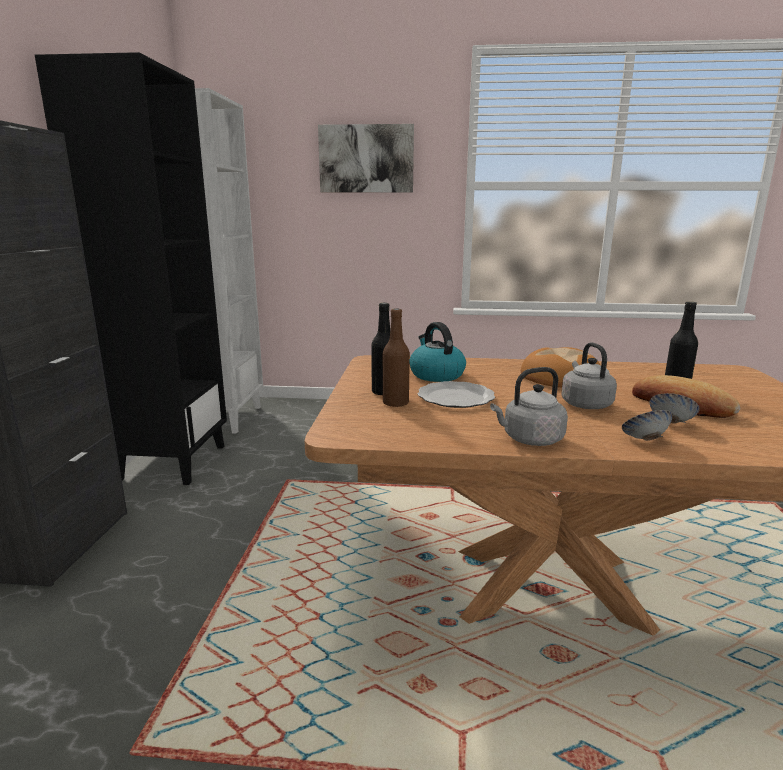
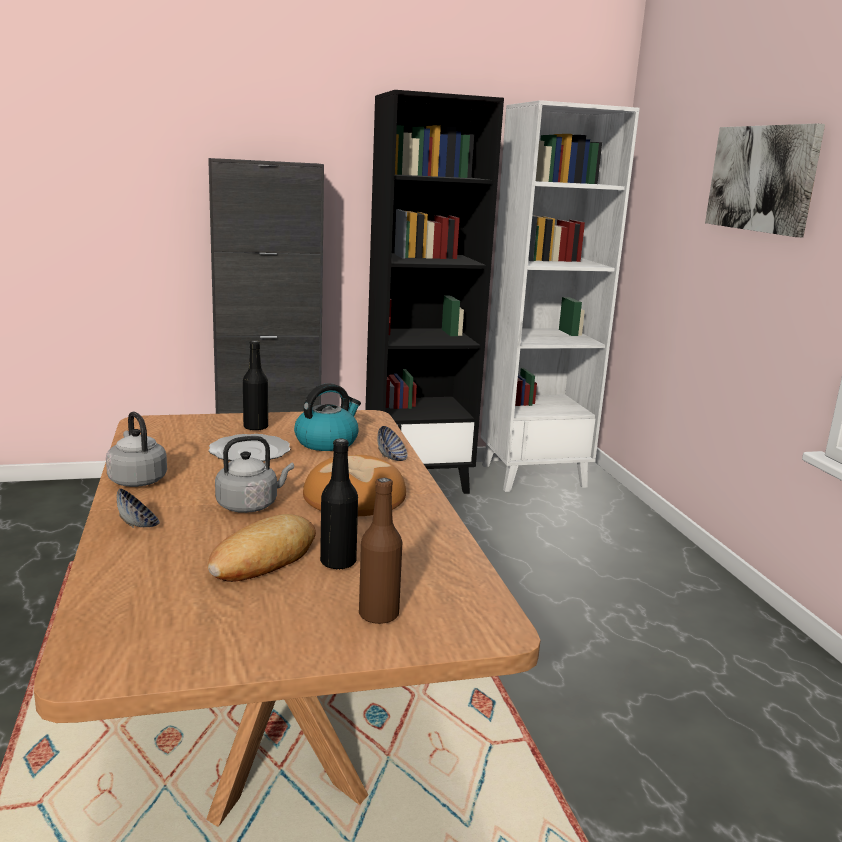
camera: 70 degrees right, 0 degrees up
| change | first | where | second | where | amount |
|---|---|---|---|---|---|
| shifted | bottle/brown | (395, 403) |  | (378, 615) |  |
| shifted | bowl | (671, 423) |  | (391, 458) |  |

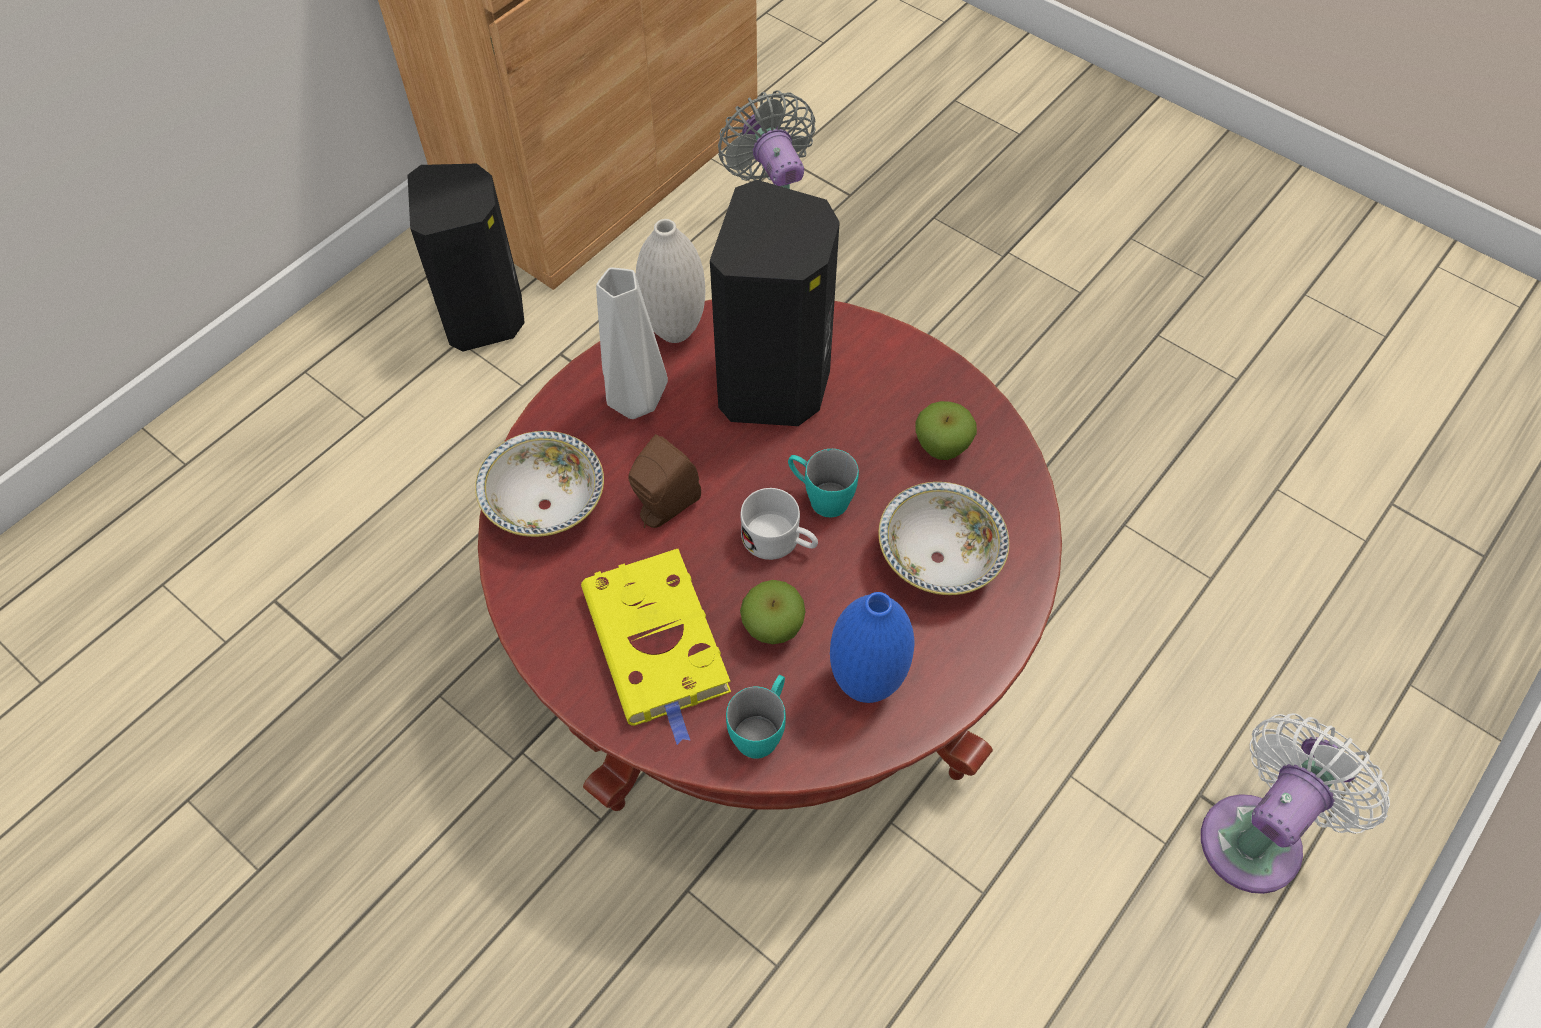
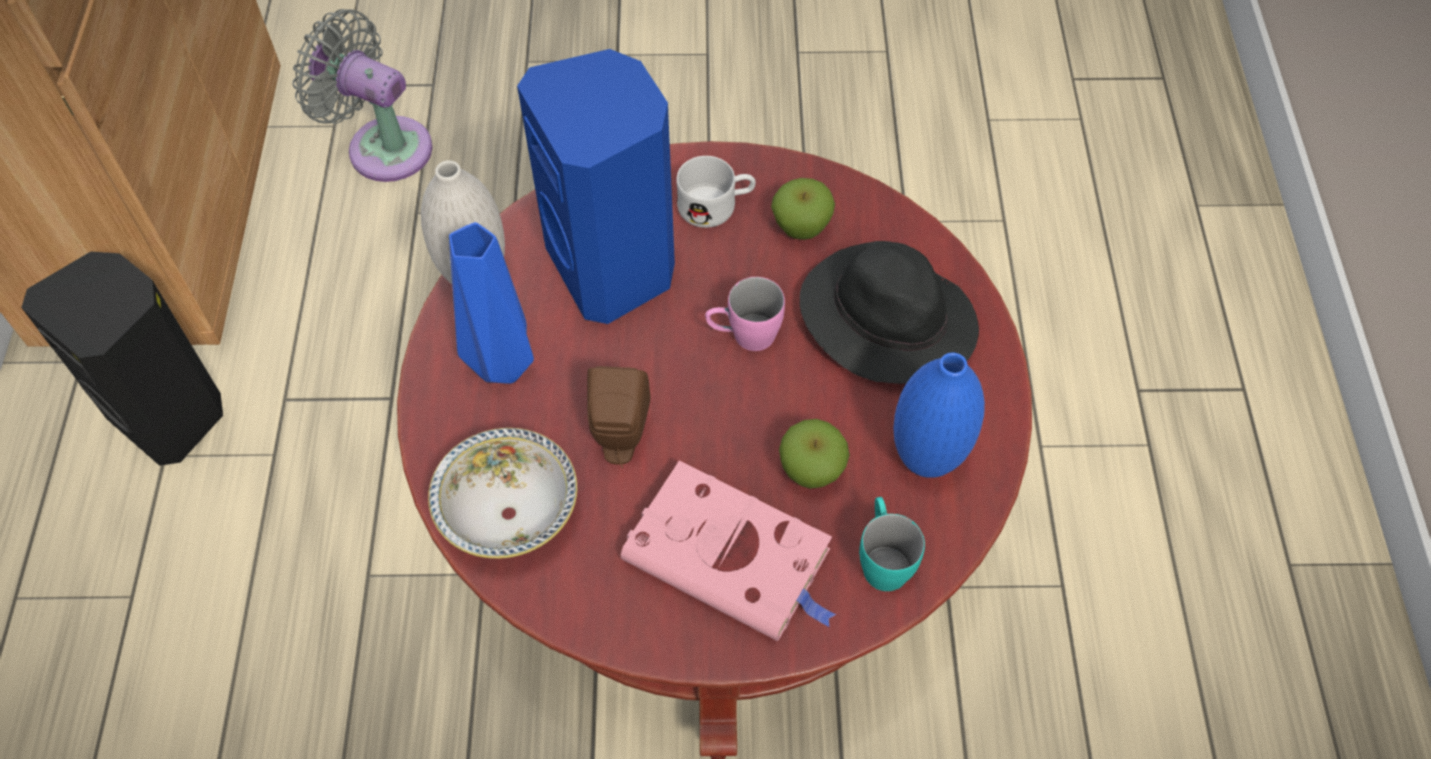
camera: 40 degrees left, 0 degrees up
| change | first | where | second | where | amount |
|---|---|---|---|---|---|
| repainted | vase/grey | (639, 402) | vase/blue | (504, 363) |  |
| repainted | speaker/black | (776, 385) | speaker/blue | (614, 267) |  |
| repainted | book/yellow | (659, 646) | book/pink | (732, 558) |  |
| shifted | mug/white | (780, 541) |  | (716, 205) |  |
| repainted | mug/turquoise | (820, 497) | mug/pink | (744, 336) |  |
| swapped | bowl | (938, 558) | hat/black | (884, 319) |  |
| gone | fan/white | (1257, 835) |  |  |  |

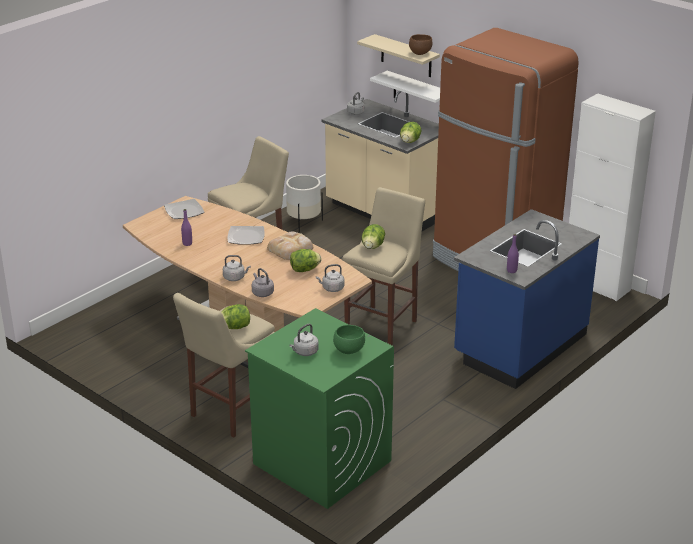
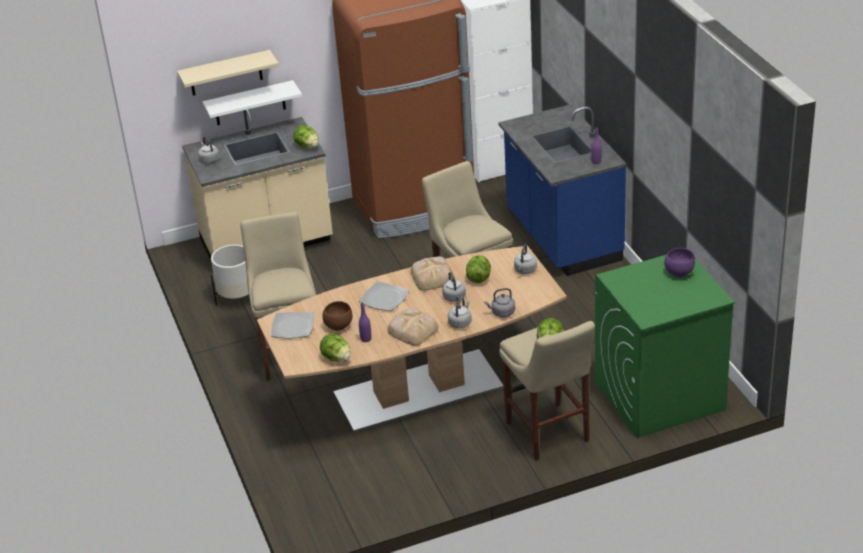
camera: 60 degrees left, 5 degrees up
| change | first | where | second | where | amount |
|---|---|---|---|---|---|
| shifted | lettuce | (372, 247) |  | (336, 358) |  |
| shifted | bowl/brown | (420, 53) |  | (338, 326) |  |
| new |  |  | bread | (412, 329) |  |
| shifted | kettle/grey | (305, 352) |  | (454, 298) |  |
| repainted | bowl/green | (349, 350) | bowl/purple | (678, 273) |  |

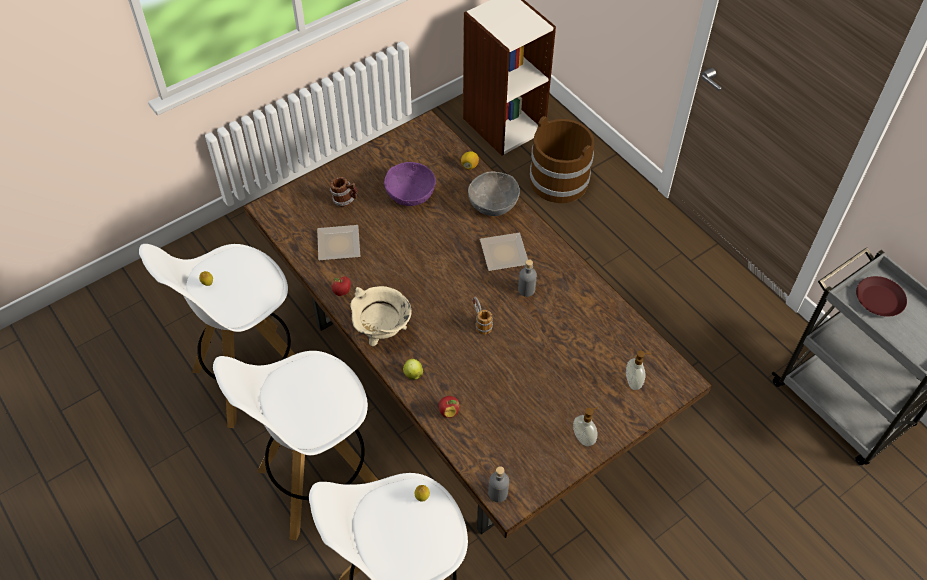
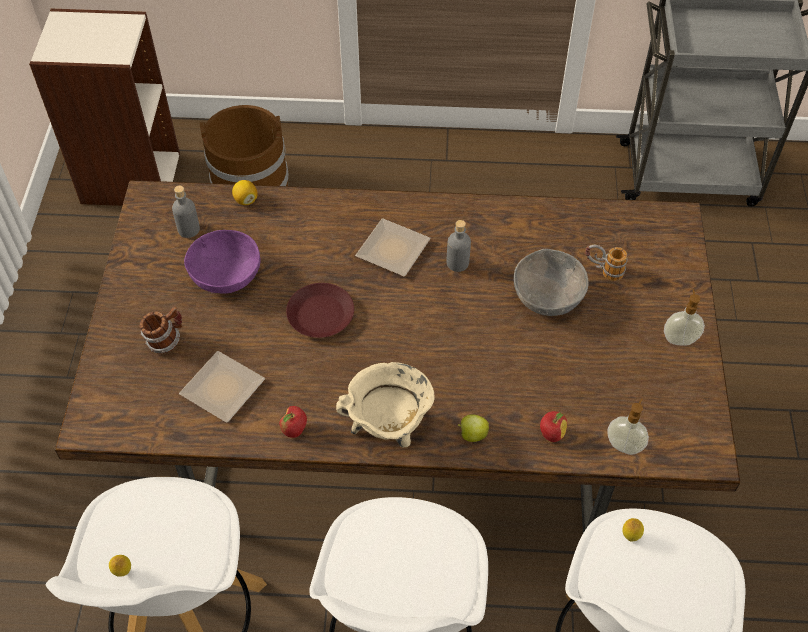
camera: 50 degrees left, 0 degrees up
| change | first | where | second | where | amount |
|---|---|---|---|---|---|
| shifted | bottle/grey | (498, 493) |  | (188, 229) |  |
| shifted | plate/brown | (878, 299) |  | (320, 315) |  |
| shifted | bowl/grey | (493, 204) |  | (547, 296) |  |
| shifted | mug | (480, 322) |  | (602, 271) |  |
| shifted | soap dispenser | (633, 382) |  | (624, 445) |  |

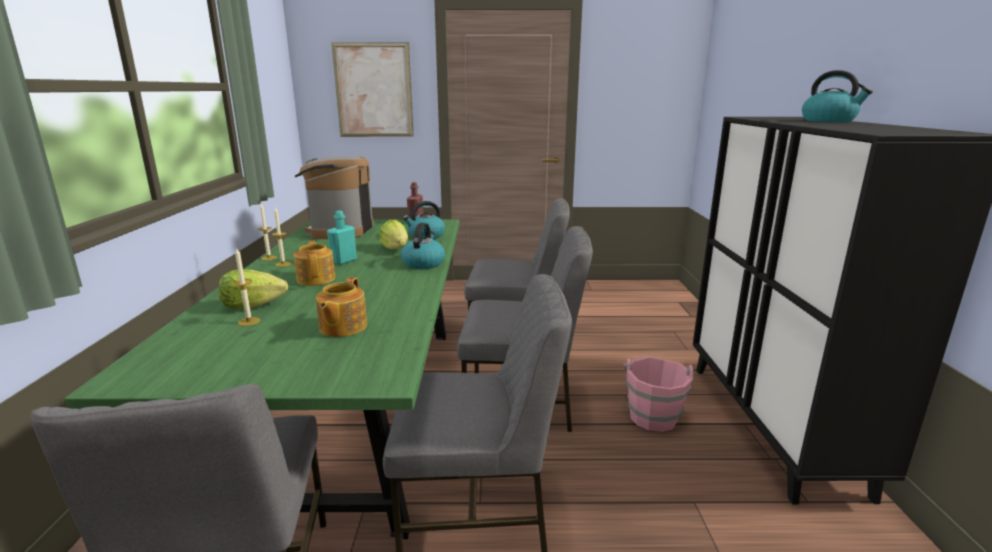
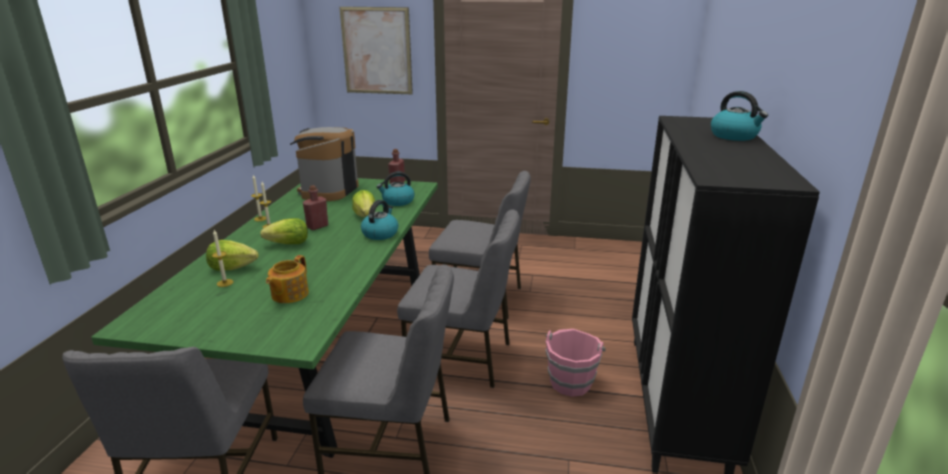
camera: 10 degrees right, 5 degrees up
| change | first | where | second | where | amount |
|---|---|---|---|---|---|
| swapped | teapot | (316, 279) | lettuce | (289, 244) |  |
| repainted | bottle/turquoise | (344, 261) | bottle/red | (317, 226) |  |

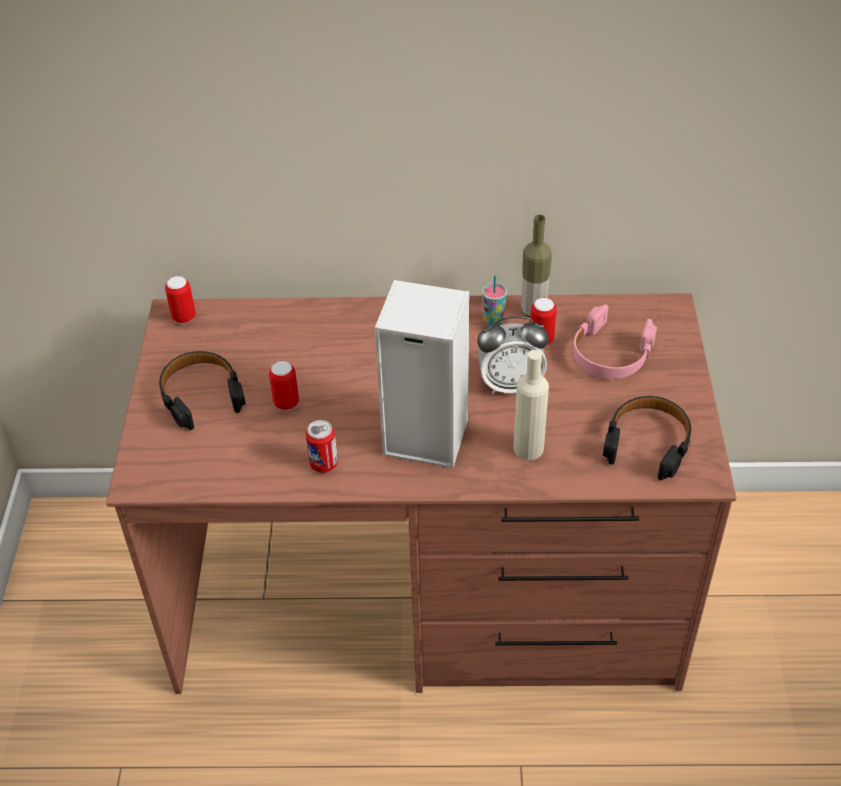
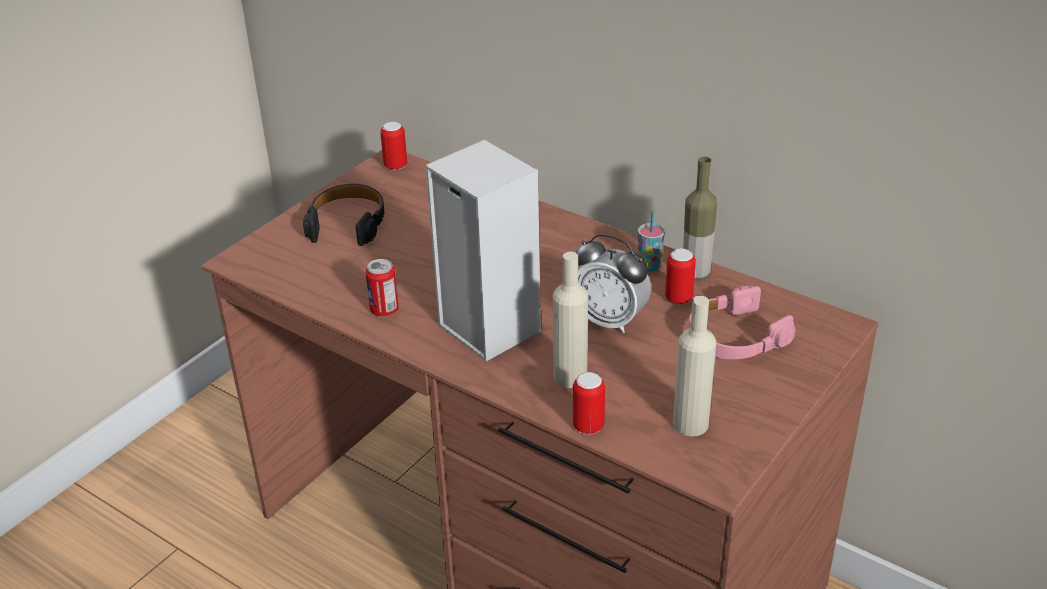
camera: 35 degrees right, 10 degrees down
| change | first | where | second | where | amount |
|---|---|---|---|---|---|
| shifted | can | (286, 403) |  | (588, 426) |  |
| swapped | headphones/black | (647, 443) | bottle/beige | (690, 424) |  |

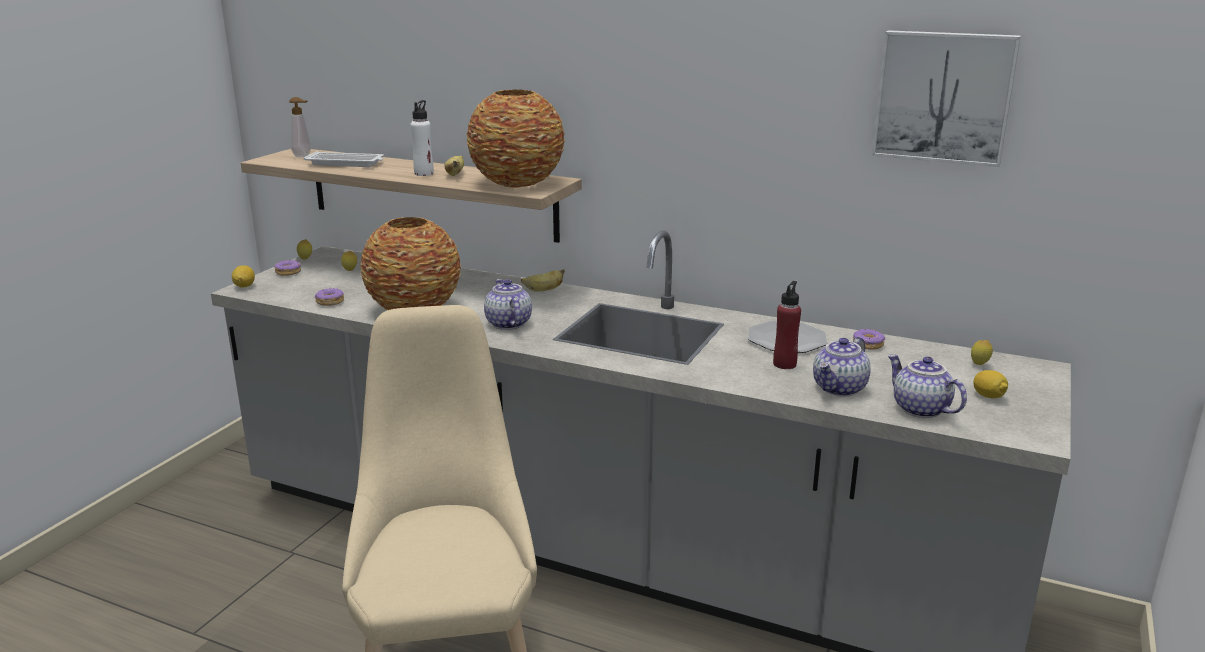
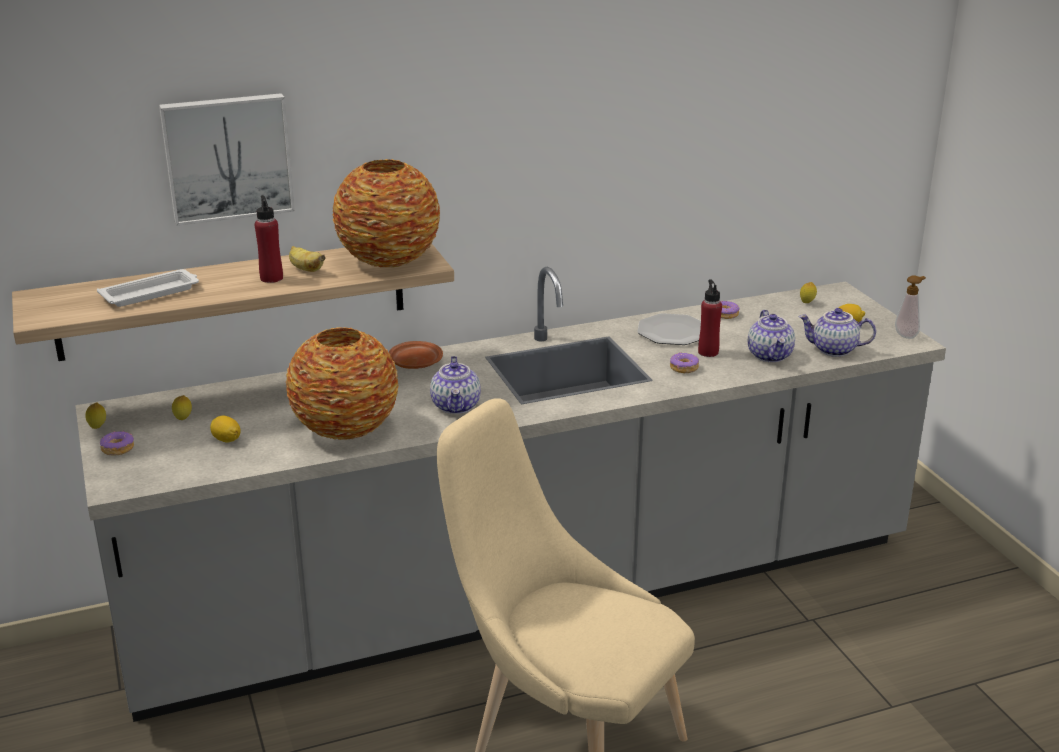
camera: 45 degrees left, 5 degrees up
| change | first | where | second | where | amount |
|---|---|---|---|---|---|
| shifted | picture | (944, 97) |  | (227, 157) |  |
| shifted | lemon | (244, 286) |  | (226, 440) |  |
| repainted | bottle/white | (424, 173) | bottle/red | (271, 278) |  |
| swapped | banana | (543, 290) | plate/brown | (415, 363) |  |
| rotated | teapot | (507, 323) |  | (456, 406) | 120 degrees counterclockwise |
| shifted | donut | (330, 302) |  | (683, 368) |  |
| shifted | soap dispenser | (304, 156) |  | (907, 335) |  |

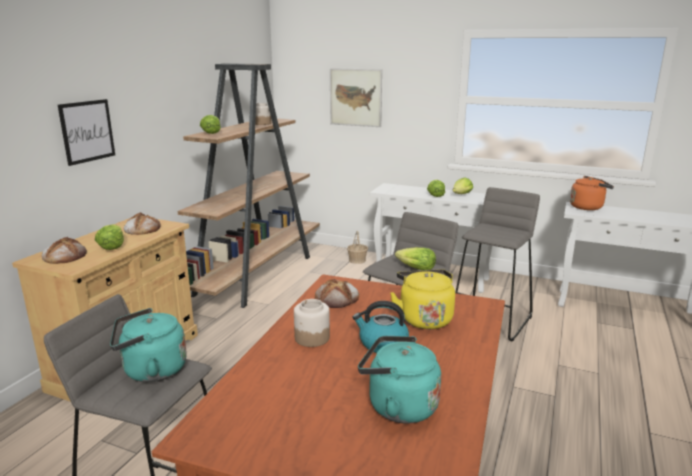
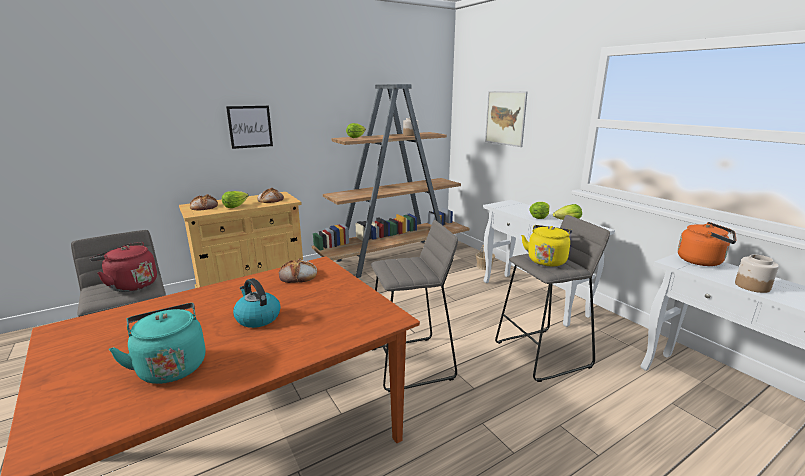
camera: 35 degrees right, 0 degrees up
| change | first | where | second | where | amount |
|---|---|---|---|---|---|
| repainted | kettle/turquoise | (151, 371) | kettle/red | (131, 285) |  |
| shifted | kettle/yellow | (424, 318) |  | (546, 260) |  |
| shifted | jar | (311, 338) |  | (751, 286) |  |
| gone | lettuce | (416, 268) |  |  |  |

